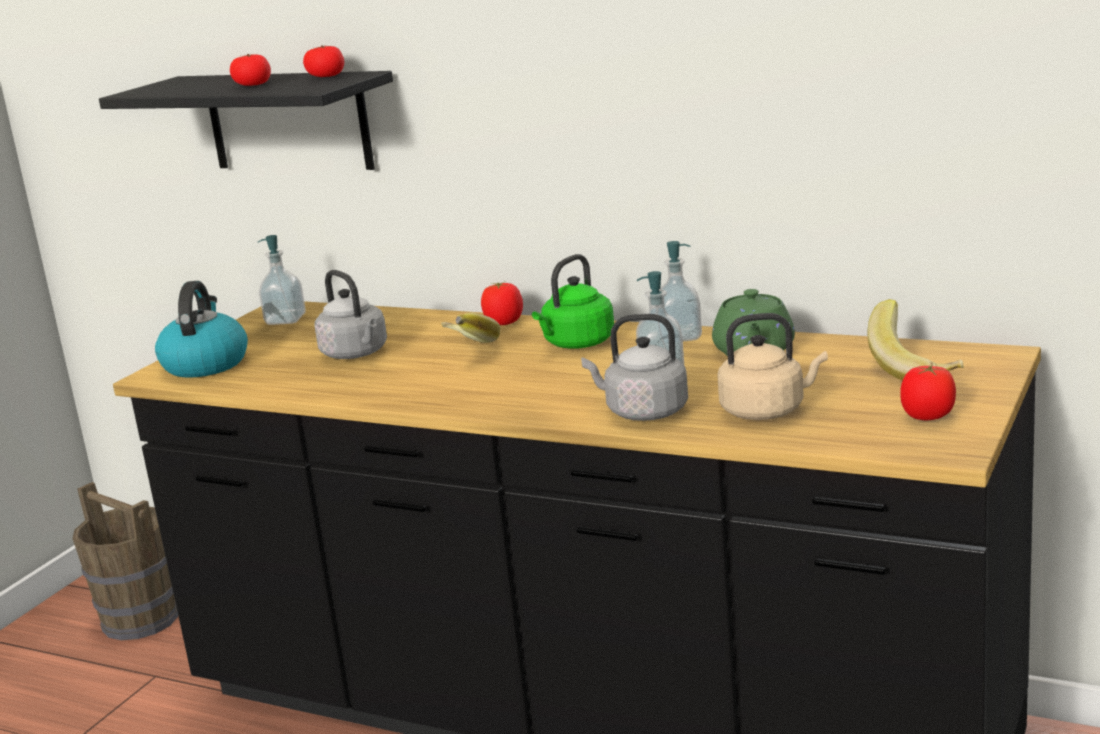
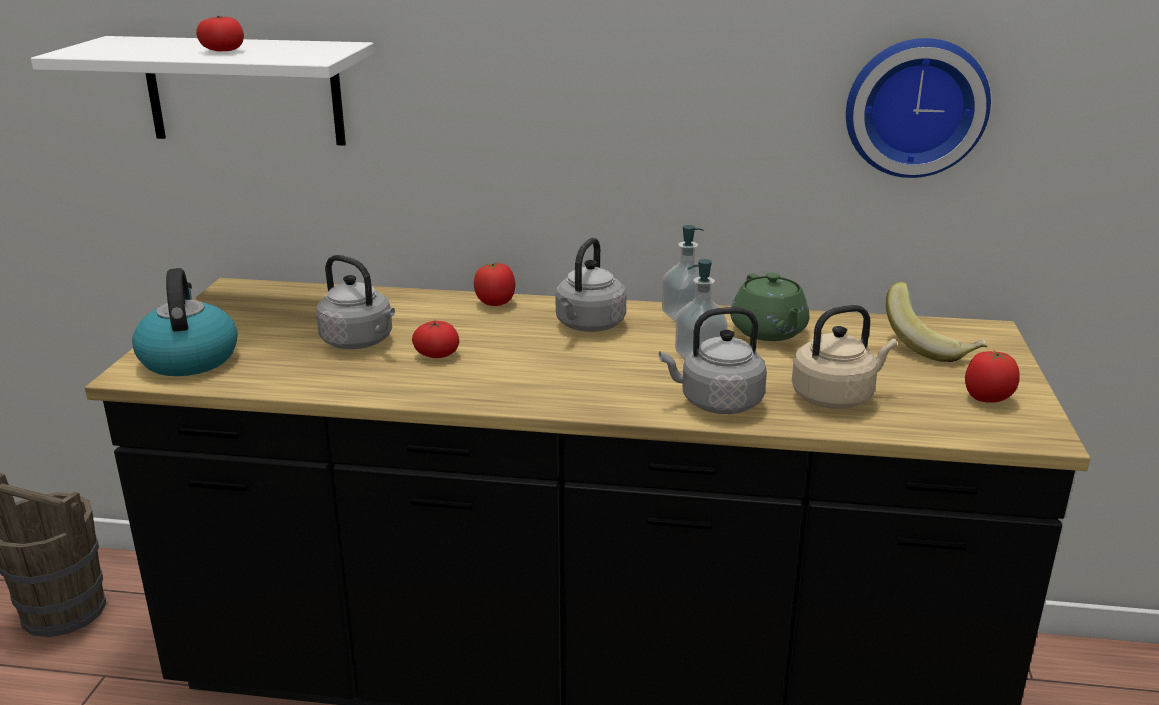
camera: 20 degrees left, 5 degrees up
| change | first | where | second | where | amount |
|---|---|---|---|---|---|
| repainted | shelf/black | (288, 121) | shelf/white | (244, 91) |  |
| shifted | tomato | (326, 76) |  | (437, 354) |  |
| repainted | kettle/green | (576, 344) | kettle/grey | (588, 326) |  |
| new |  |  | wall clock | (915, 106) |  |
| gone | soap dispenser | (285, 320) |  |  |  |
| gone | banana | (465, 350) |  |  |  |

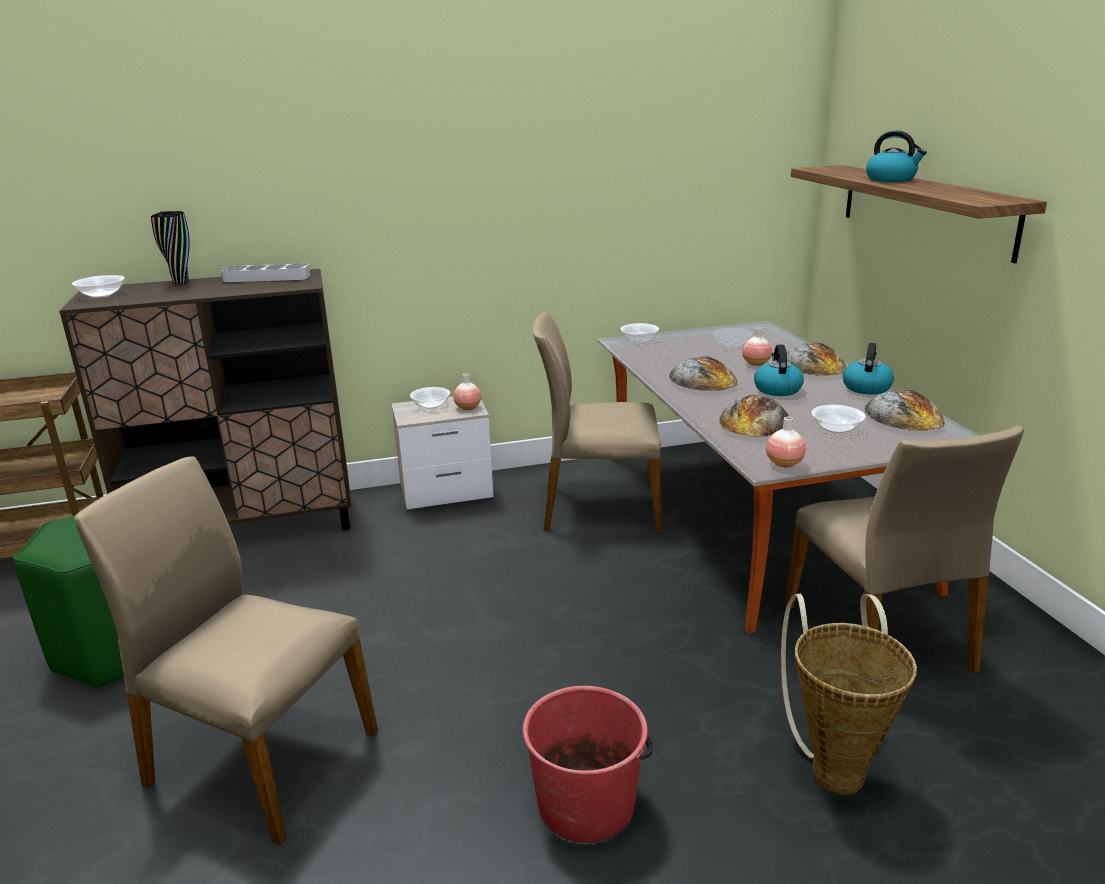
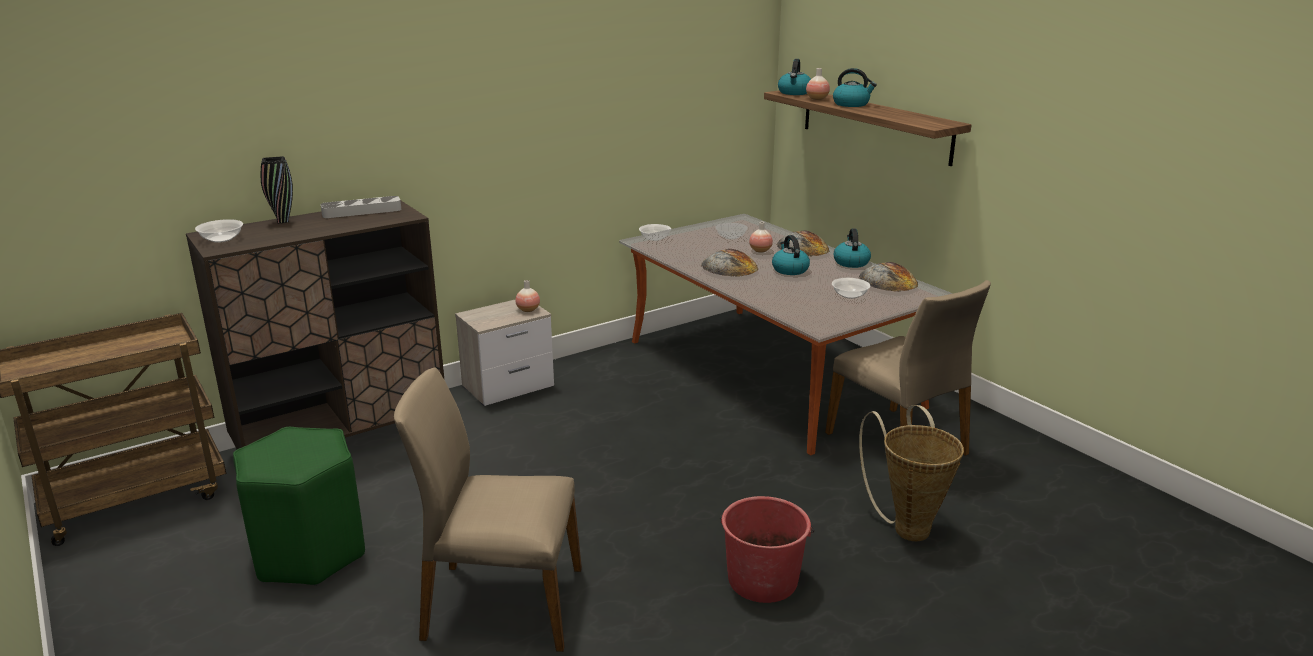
camera: 20 degrees left, 0 degrees up
| change | first | where | second | where | amount |
|---|---|---|---|---|---|
| new |  |  | kettle | (794, 93) |  |
| shifted | vase | (784, 463) |  | (817, 99) |  |
| gone | bowl | (431, 405) |  |  |  |
| gone | chair/beige | (599, 507) |  |  |  |
| gone | bread | (754, 420) |  |  |  |

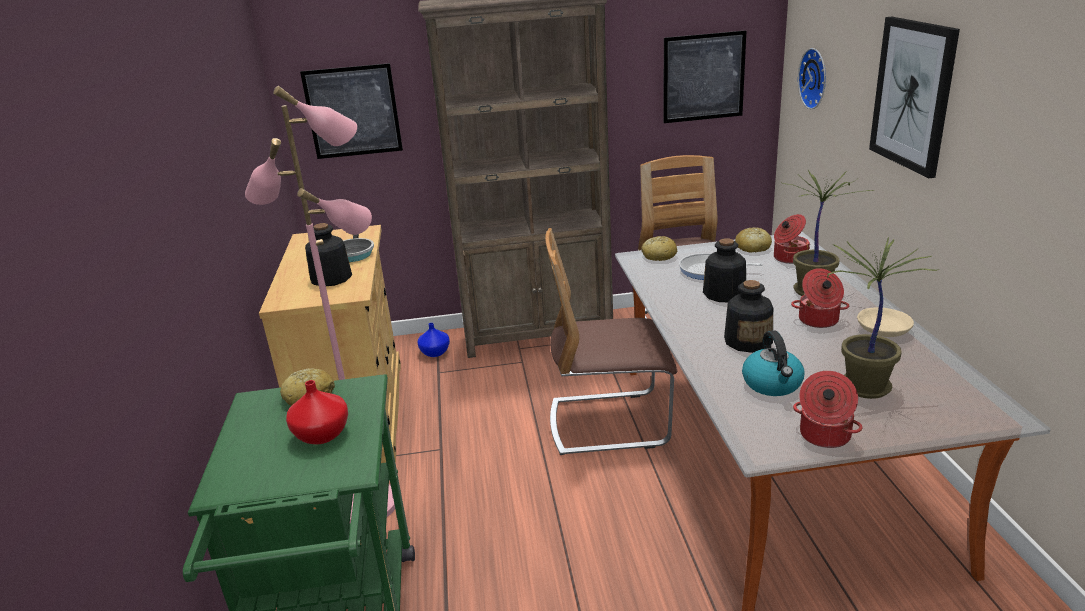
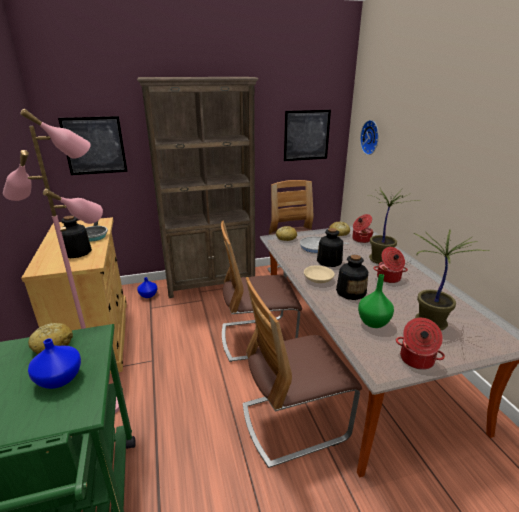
camera: 10 degrees left, 0 degrees up
| change | first | where | second | where | amount |
|---|---|---|---|---|---|
| repainted | vase/red | (321, 434) | vase/blue | (59, 378) |  |
| new |  |  | chair | (294, 422) |  |
| shifted | bowl/beige | (882, 329) |  | (318, 278) |  |
| swapped | kettle | (772, 384) | vase/green | (373, 322) |  |
| gone | picture | (913, 95) |  |  |  |

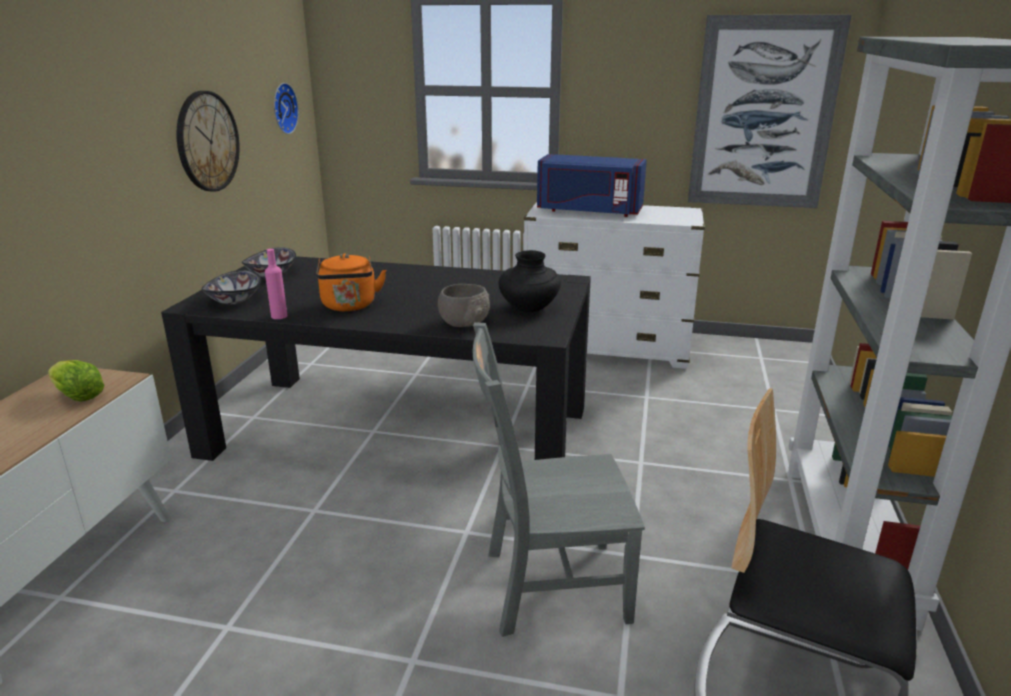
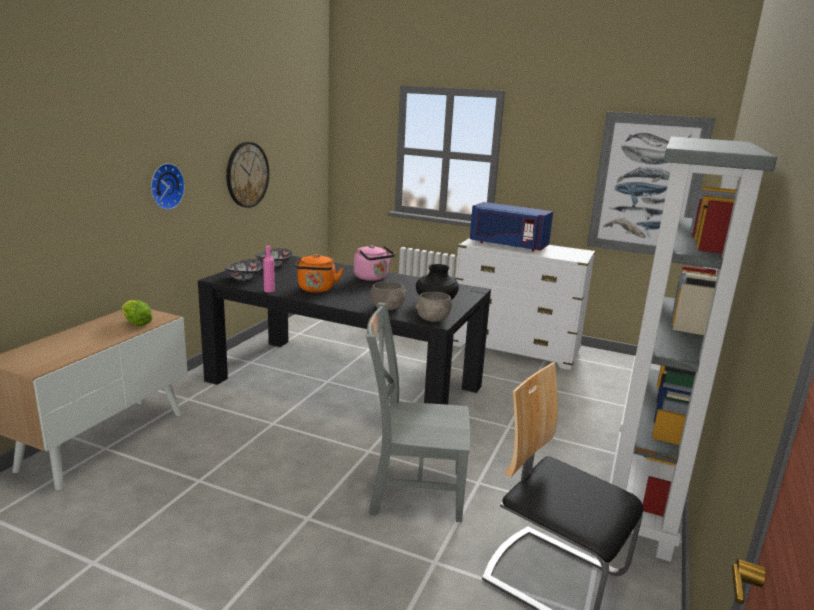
camera: 10 degrees right, 5 degrees down
| change | first | where | second | where | amount |
|---|---|---|---|---|---|
| shifted | wall clock | (282, 108) |  | (165, 186) |  |
| new |  |  | kettle/pink | (372, 278) |  |
| new |  |  | bowl/grey | (433, 319) |  |

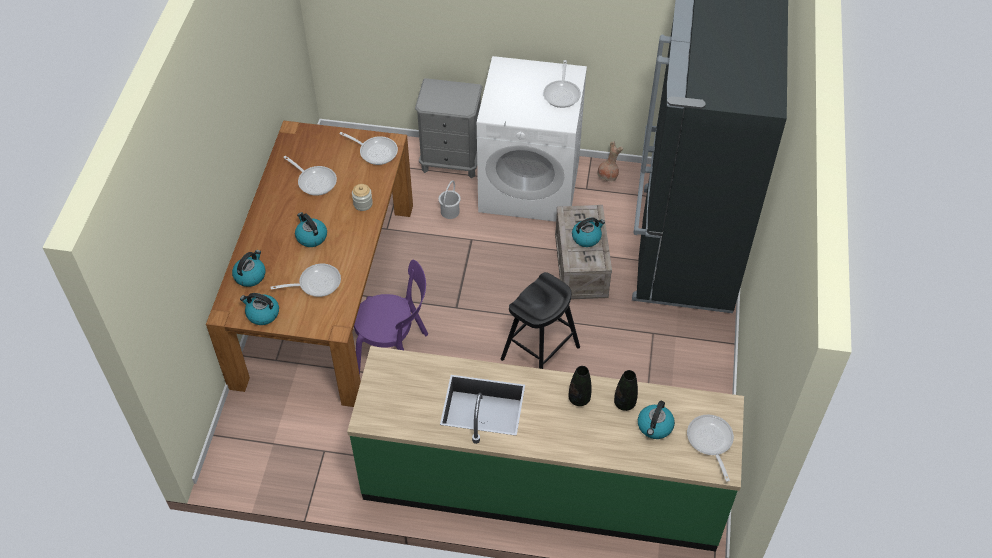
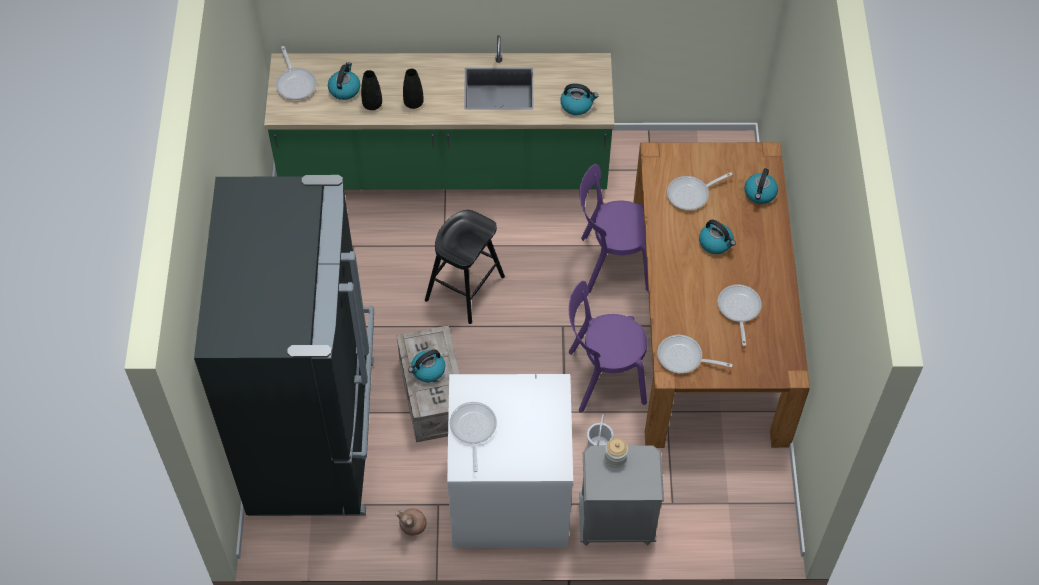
camera: 170 degrees right, 5 degrees up
| change | first | where | second | where | amount |
|---|---|---|---|---|---|
| shifted | kettle | (262, 314) |  | (577, 105) |  |
| new |  |  | chair/purple | (602, 378) |  |
| shifted | jar | (363, 204) |  | (615, 458) |  |
| rotated | frying pan | (315, 181) |  | (738, 310) | 60 degrees clockwise |

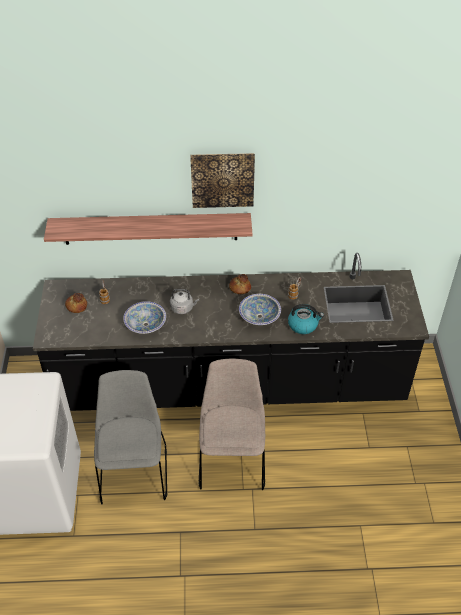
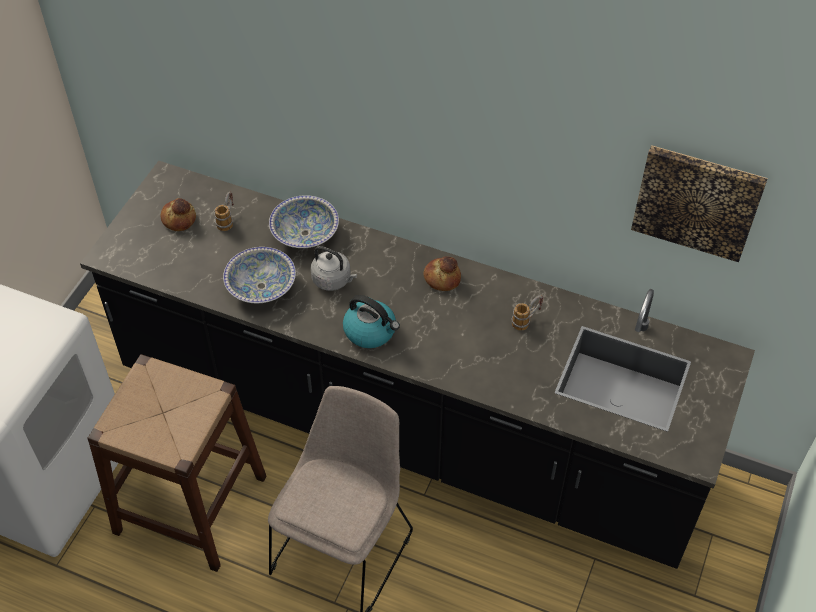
camera: 25 degrees right, 5 degrees up
| change | first | where | second | where | amount |
|---|---|---|---|---|---|
| swapped | chair/grey | (134, 471) | stool/brown | (190, 503) |  |
| shifted | bowl | (259, 316) |  | (305, 233) |  |
| shifted | kettle | (303, 325) |  | (371, 331) |  |
| shifted | picture | (222, 179) |  | (697, 201) |  |
| gone | shelf | (150, 228) |  |  |  |

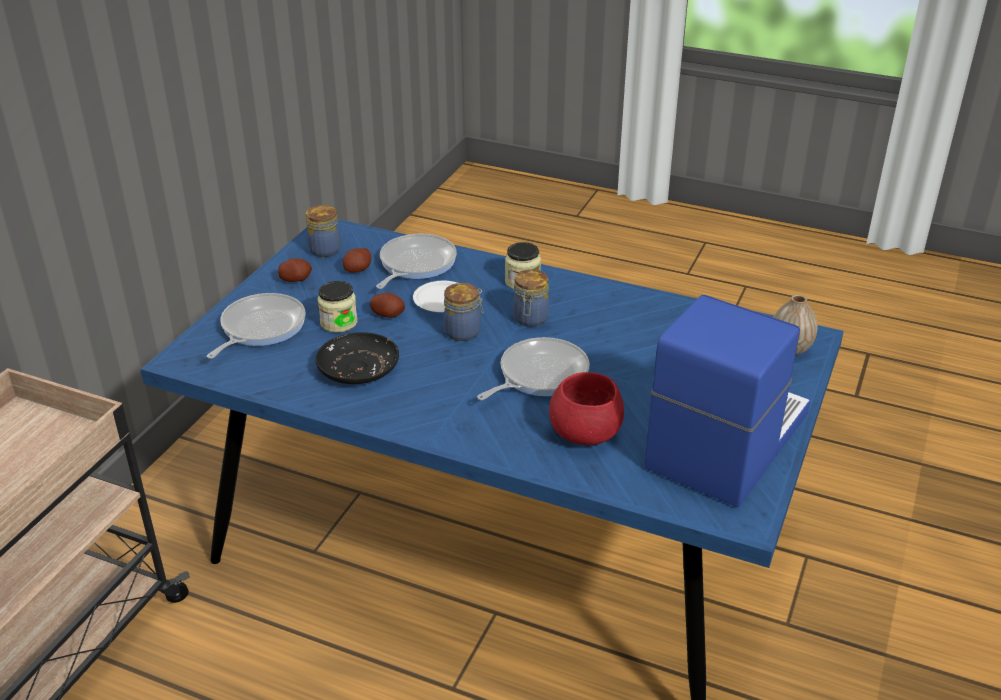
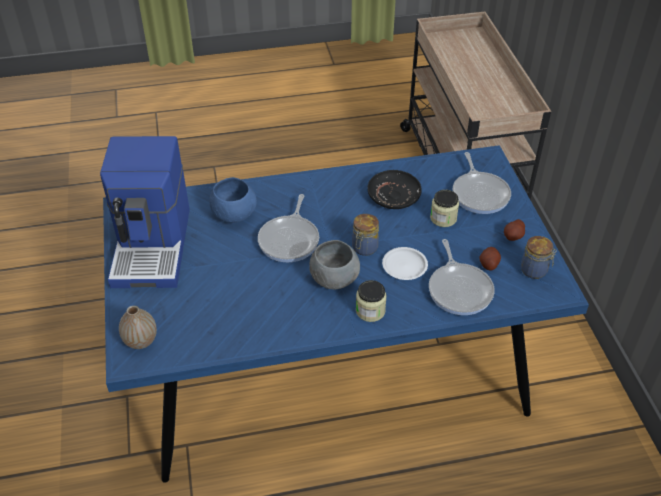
camera: 145 degrees right, 10 degrees up
| change | first | where | second | where | amount |
|---|---|---|---|---|---|
| repainted | bowl/red | (585, 434) | bowl/blue | (234, 215) |  |
| swapped | jar | (530, 319) | bowl/grey | (334, 279) |  |
| gone | potato | (388, 314) |  |  |  |

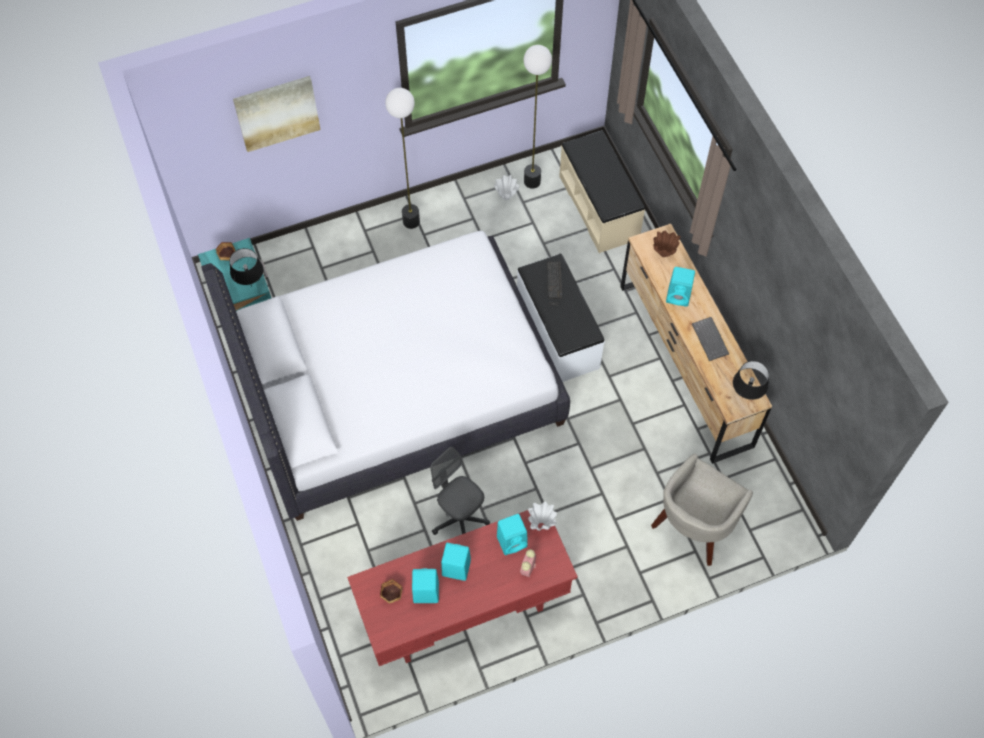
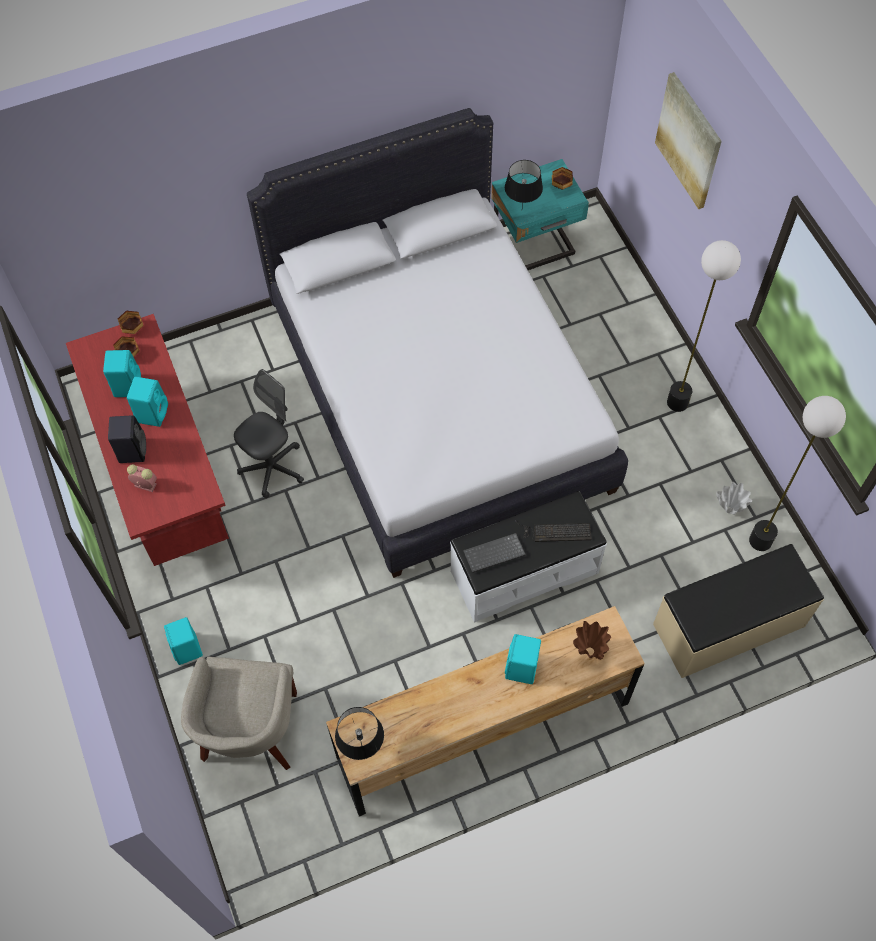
camera: 90 degrees right, 0 degrees up
| change | first | where | second | where | amount |
|---|---|---|---|---|---|
| new |  |  | speaker/black | (132, 449) |  |
| new |  |  | bowl | (133, 328) |  |
| shifted | speaker/turquoise | (512, 541) |  | (187, 650) |  |
| rotated | armchair/beige | (694, 526) |  | (251, 731) | 120 degrees counterclockwise |
| shifted | keyboard | (711, 339) |  | (493, 555) |  |
| gone | vase/white | (541, 525) |  |  |  |

